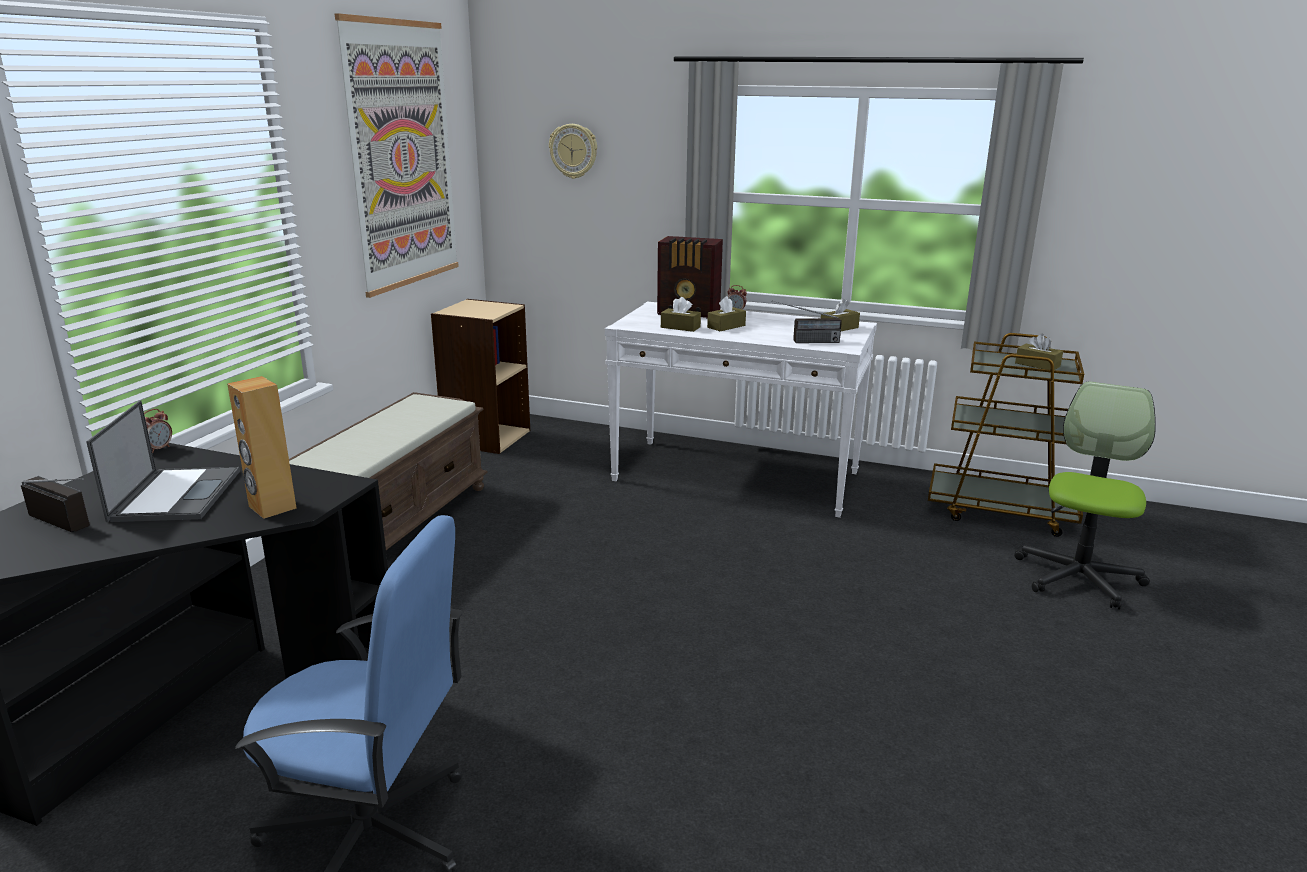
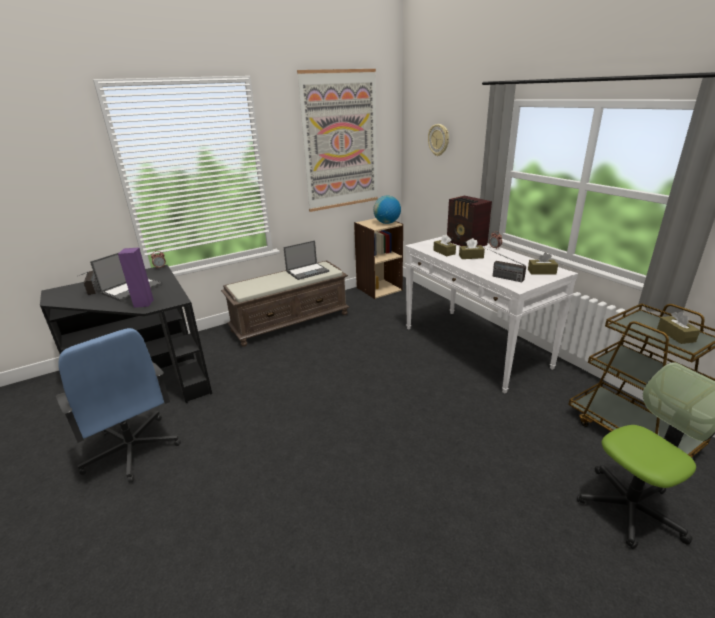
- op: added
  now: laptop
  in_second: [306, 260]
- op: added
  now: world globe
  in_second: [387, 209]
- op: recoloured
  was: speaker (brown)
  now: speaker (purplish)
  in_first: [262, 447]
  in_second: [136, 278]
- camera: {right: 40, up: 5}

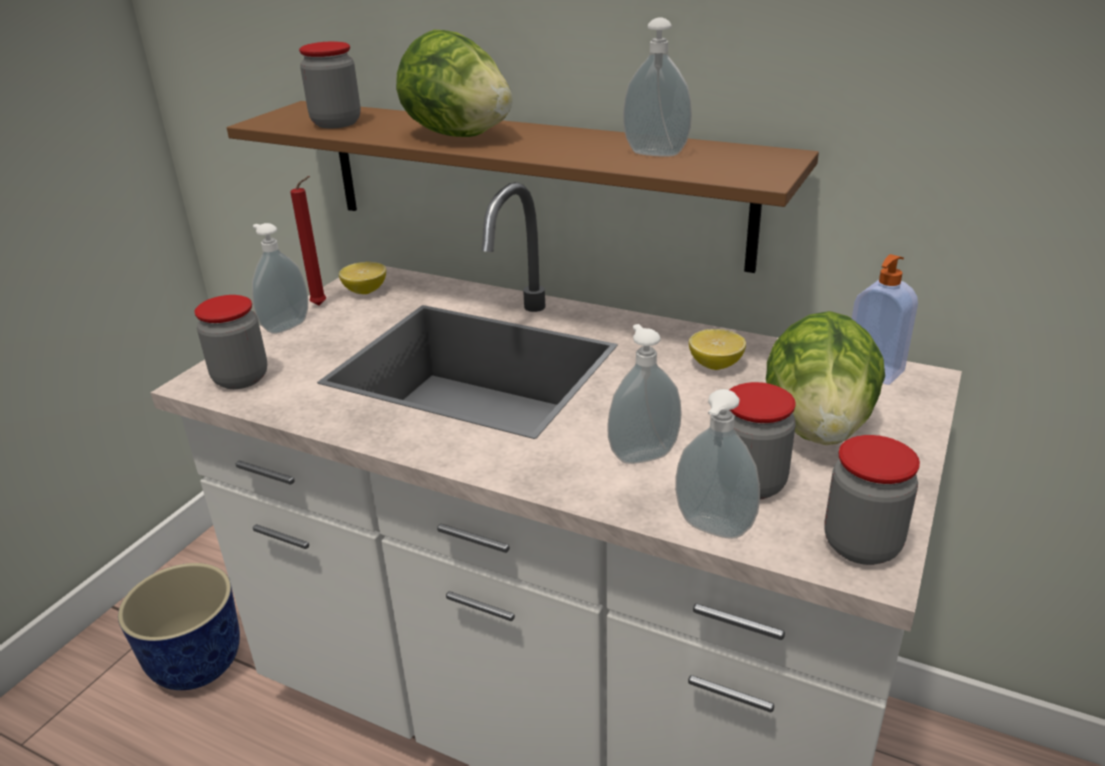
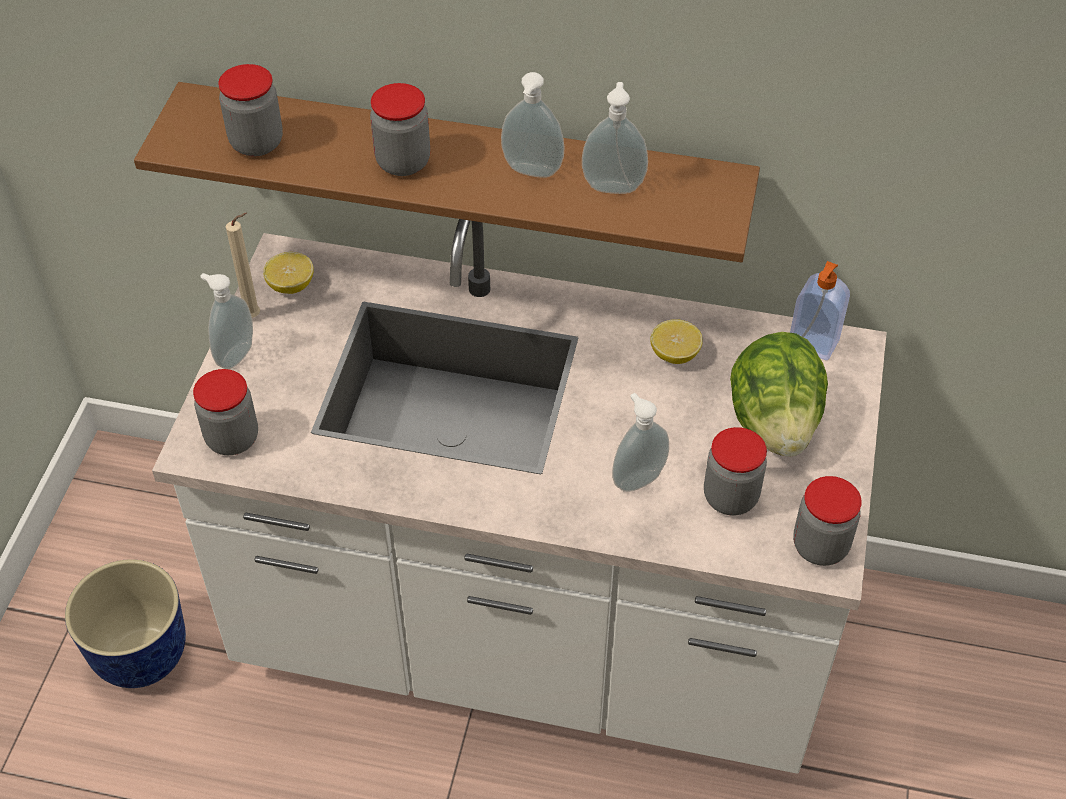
- op: moved
  was: liquid soap bottle
  in_first: [717, 464]
  in_second: [532, 125]
- op: replaced
  was: head of lettuce
  now: preserve jar
  in_first: [454, 83]
  in_second: [400, 129]
- op: recoloured
  was: wax candle (reddish)
  now: wax candle (beige)
  in_first: [308, 240]
  in_second: [243, 265]
- camera: {right: -15, up: 20}

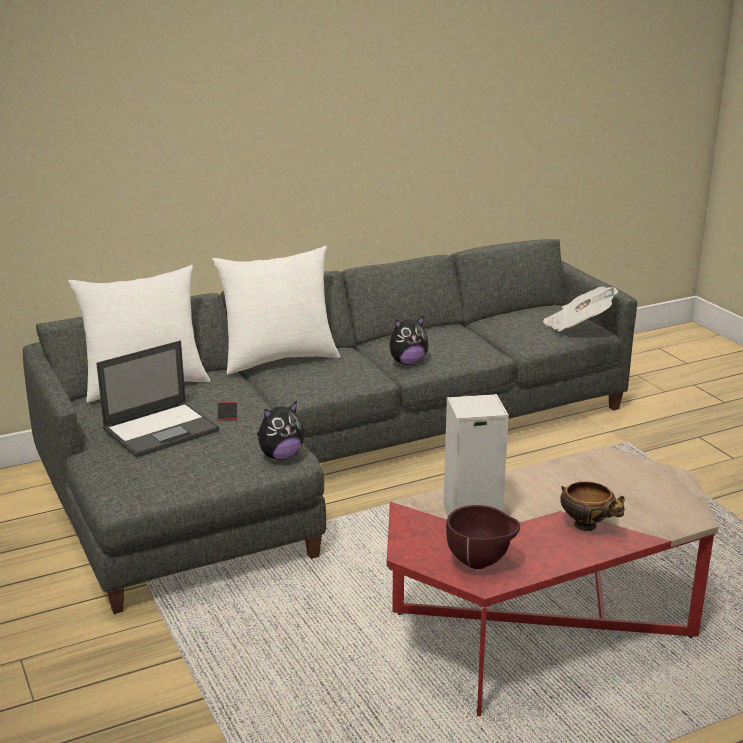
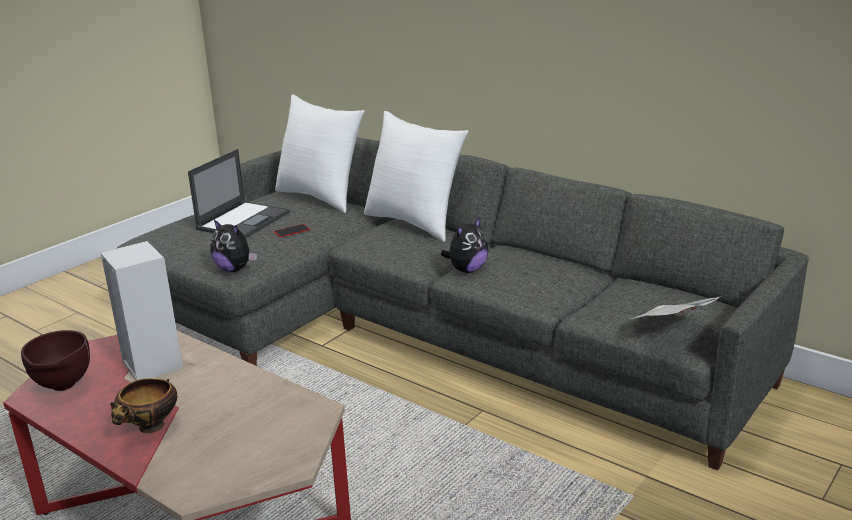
- op: turned
  was: laptop
  in_first: [158, 399]
  in_second: [239, 194]
  clockwise: -90
- op: turned
  was: cuddly toy
  in_first: [408, 340]
  in_second: [465, 245]
  clockwise: -90
- camera: {right: 65, up: 0}

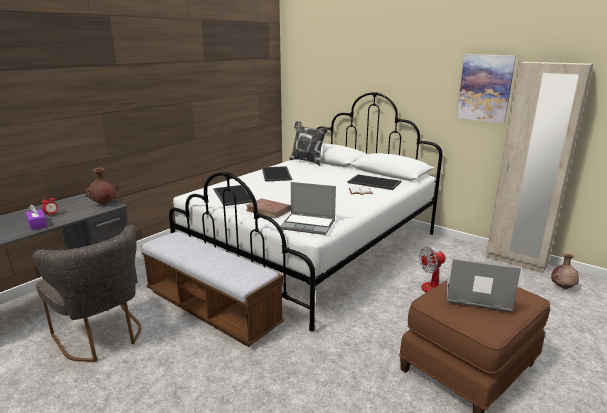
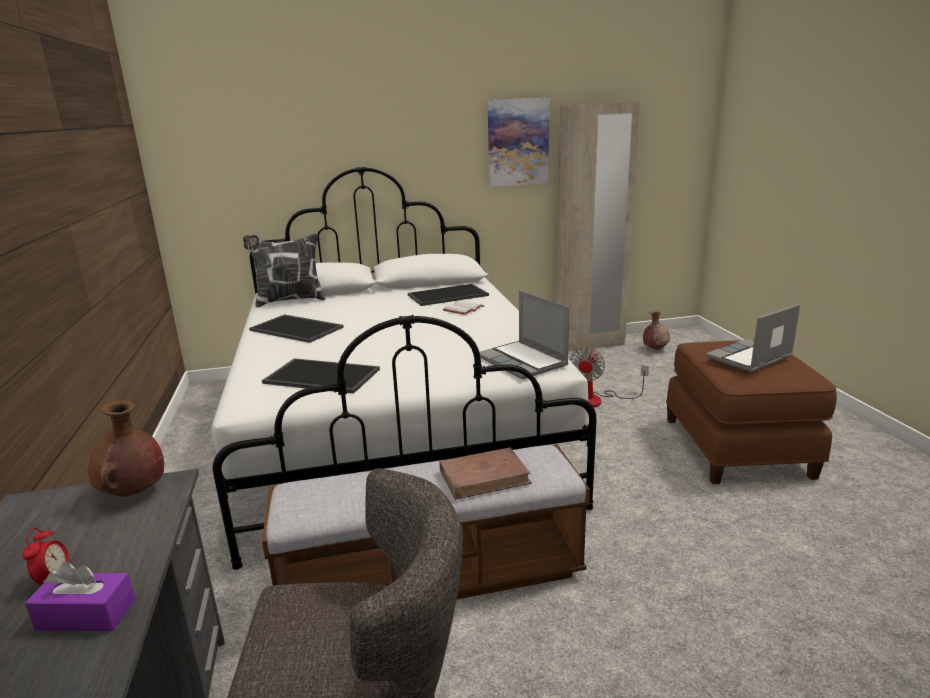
- op: moved
  was: volume (brown)
  in_first: [268, 208]
  in_second: [485, 473]
- op: turned
  was: laptop
  in_first: [308, 208]
  in_second: [524, 335]
  clockwise: 90
- camera: {right: -50, up: 0}

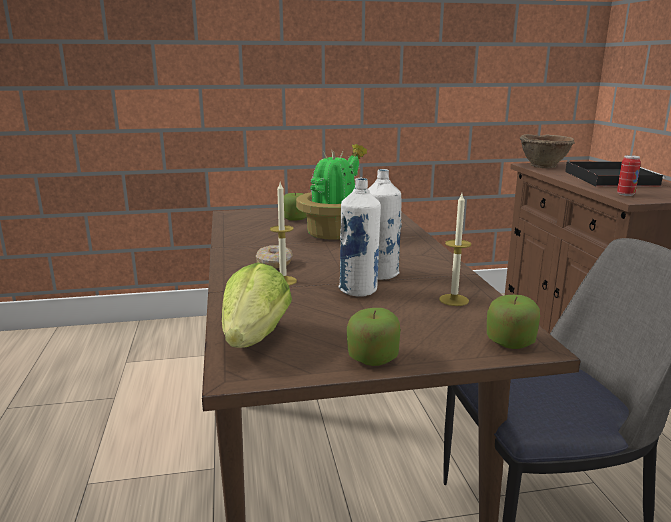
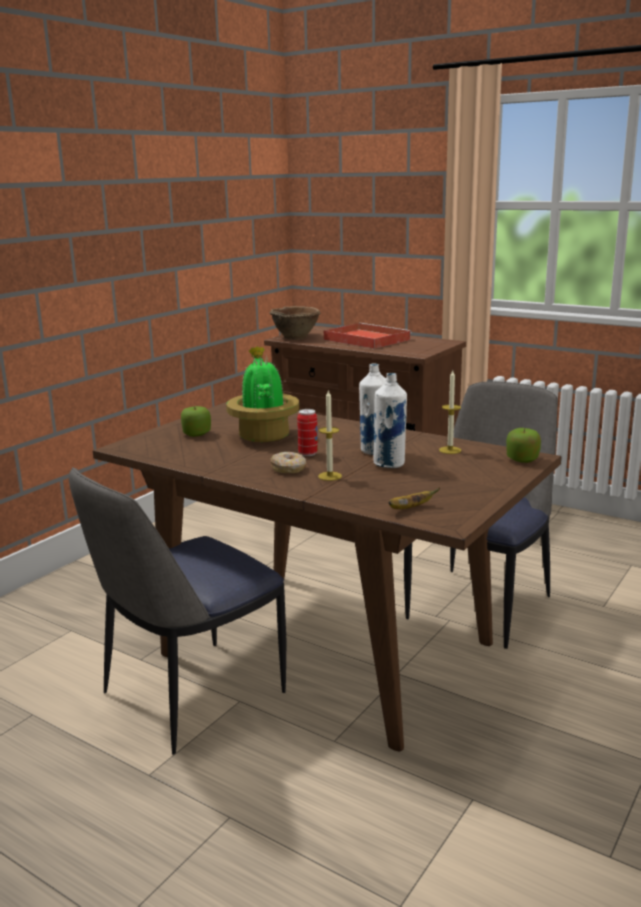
- op: removed
  was: apple fruit
  in_first: [374, 337]
- op: added
  now: upright chair
  in_second: [177, 611]
- op: moved
  was: sealed can
  in_first: [629, 175]
  in_second: [307, 432]
- op: replaced
  was: head of lettuce
  now: banana
  in_first: [257, 305]
  in_second: [414, 498]
- op: recoloured
  was: tray (blackish)
  now: tray (reddish)
  in_first: [615, 174]
  in_second: [368, 336]
- camera: {right: -45, up: 0}

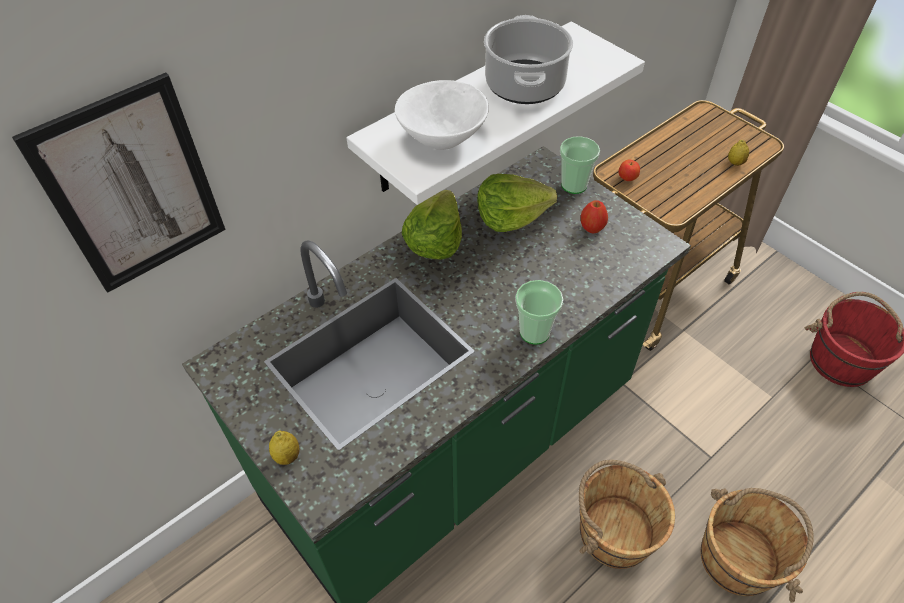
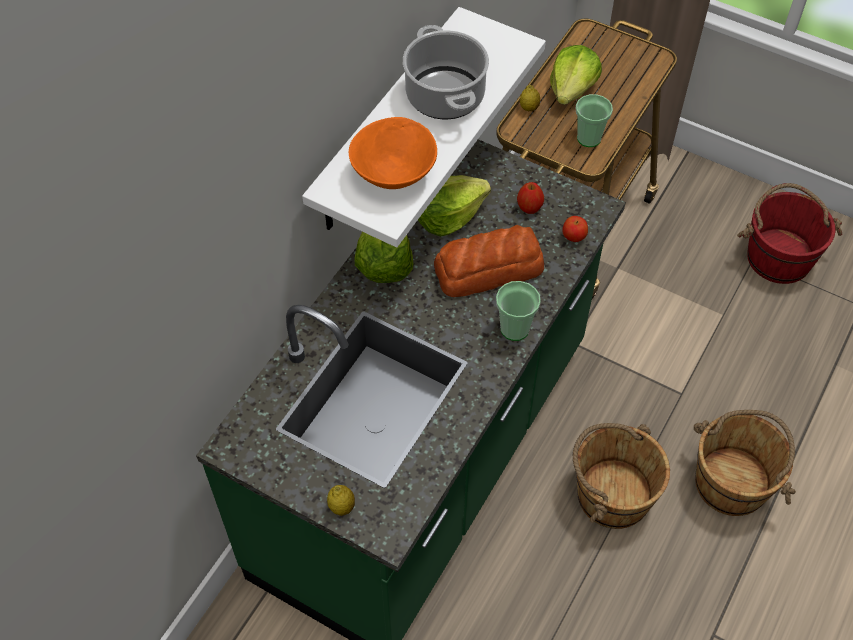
- op: removed
  was: picture
  in_first: [119, 183]
- op: added
  now: bread
  in_second: [489, 261]
- op: added
  now: head of lettuce
  in_second: [576, 75]
- op: moved
  was: drinking cup
  in_first: [580, 165]
  in_second: [594, 120]
- op: moved
  was: apple fruit
  in_first: [629, 170]
  in_second: [575, 229]
- op: moved
  was: lemon
  in_first: [738, 153]
  in_second: [530, 98]
- op: recoloured
  was: serving bowl (white-coloured)
  now: serving bowl (orange)
  in_first: [442, 115]
  in_second: [393, 153]
- camera: {right: -20, up: 5}

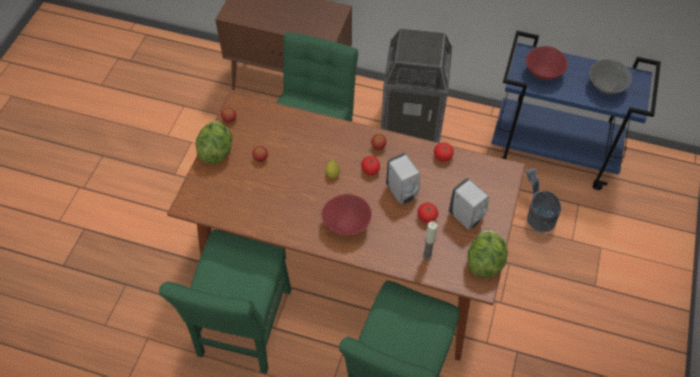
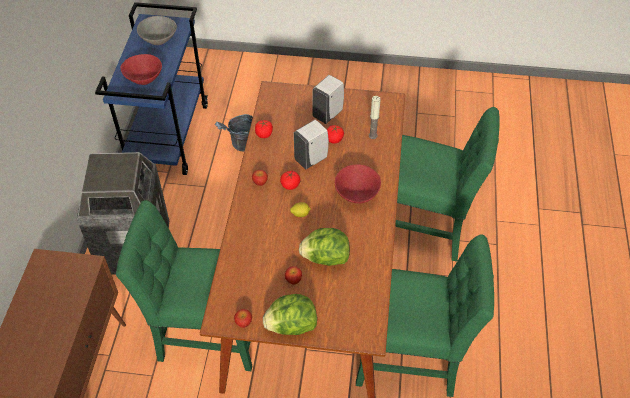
- op: moved
  was: head of lettuce
  in_first: [488, 253]
  in_second: [324, 247]
- camera: {right: -100, up: -5}

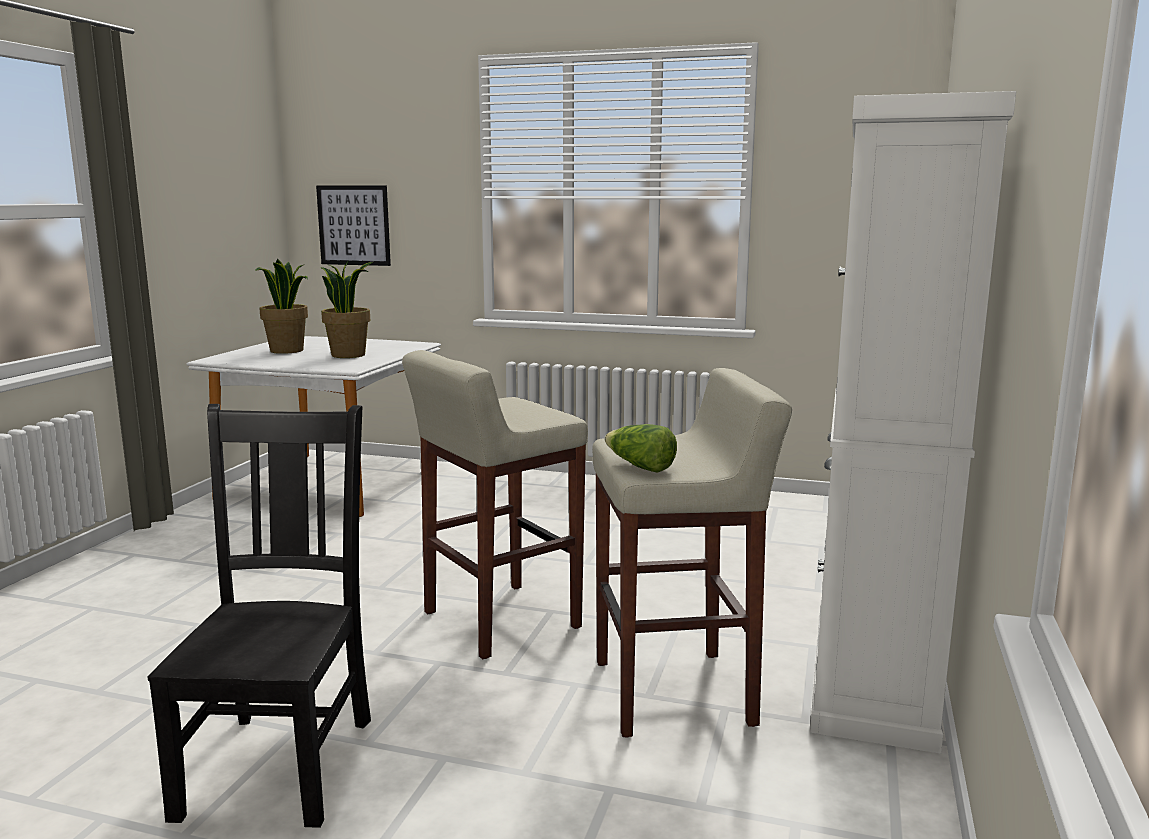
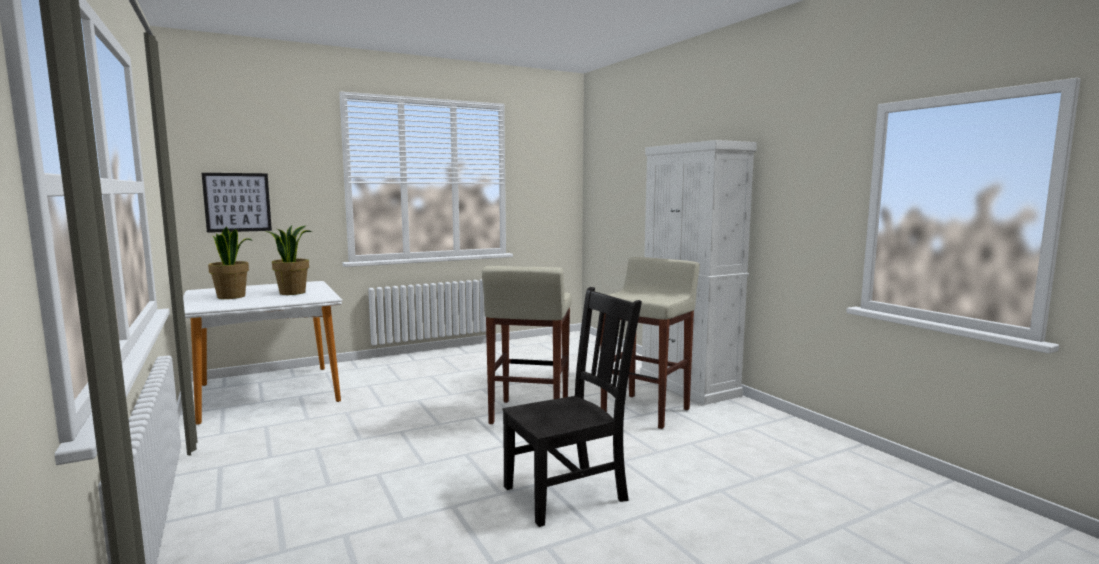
- op: removed
  was: head of lettuce
  in_first: [641, 448]
- op: turned
  was: upright chair (blackish)
  in_first: [259, 616]
  in_second: [572, 407]
  clockwise: 105
- camera: {right: -45, up: -5}

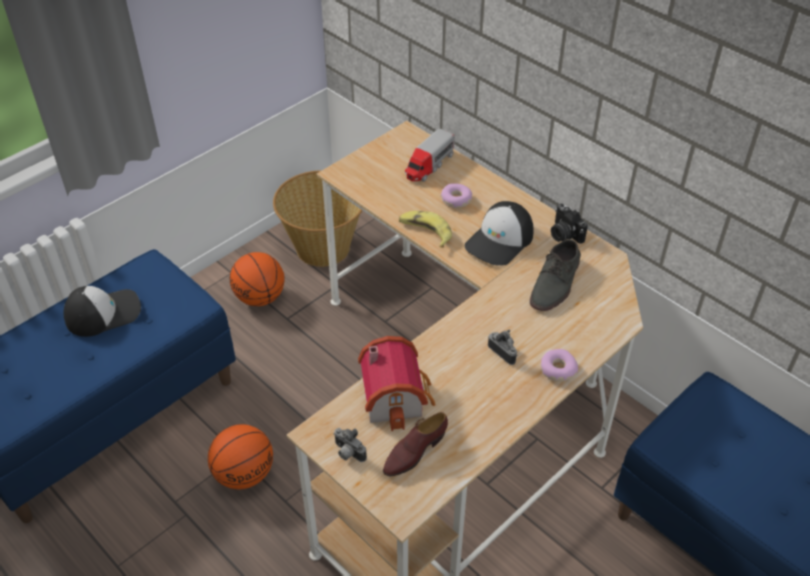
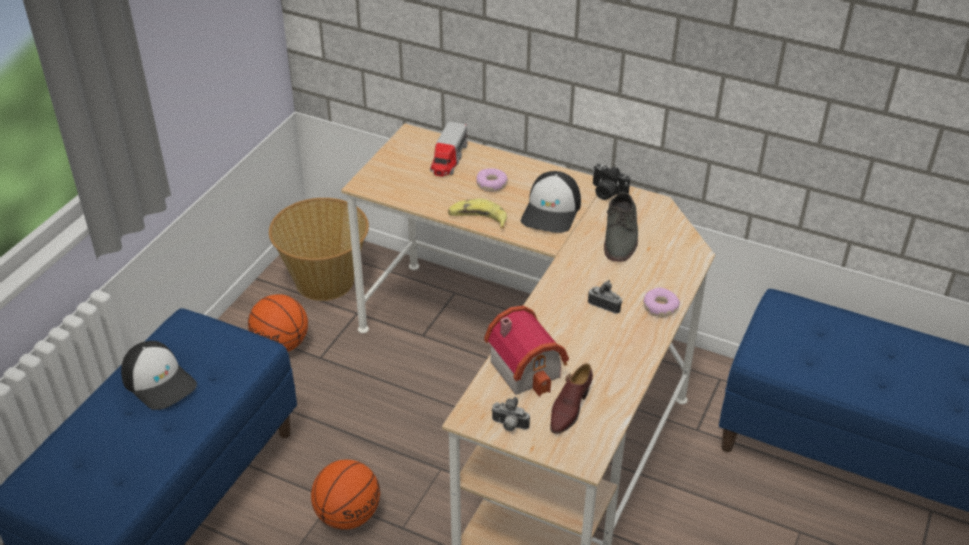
- op: turned
  was: baseball cap
  in_first: [102, 311]
  in_second: [159, 375]
  clockwise: 90
- camera: {right: -20, up: -5}

